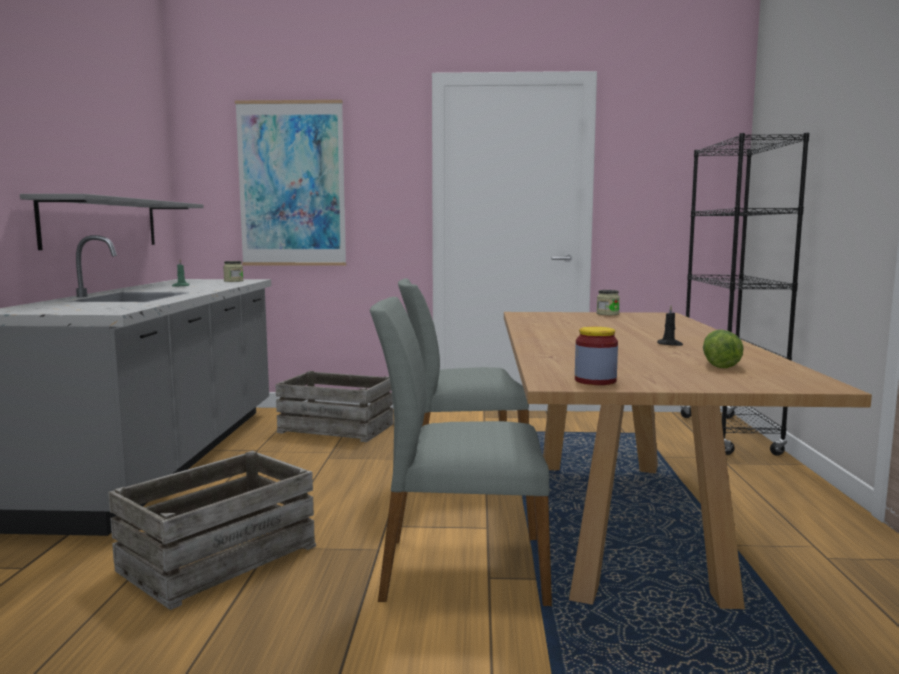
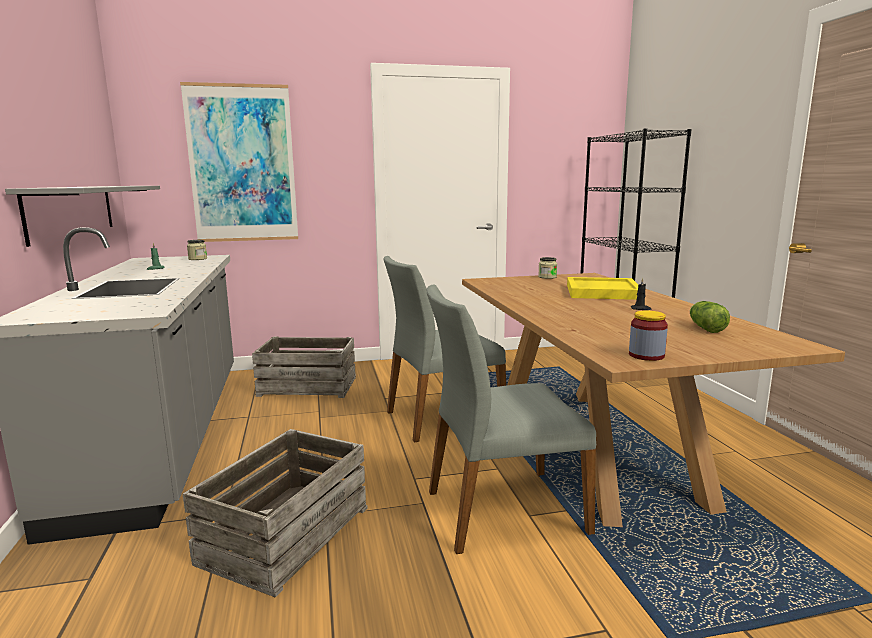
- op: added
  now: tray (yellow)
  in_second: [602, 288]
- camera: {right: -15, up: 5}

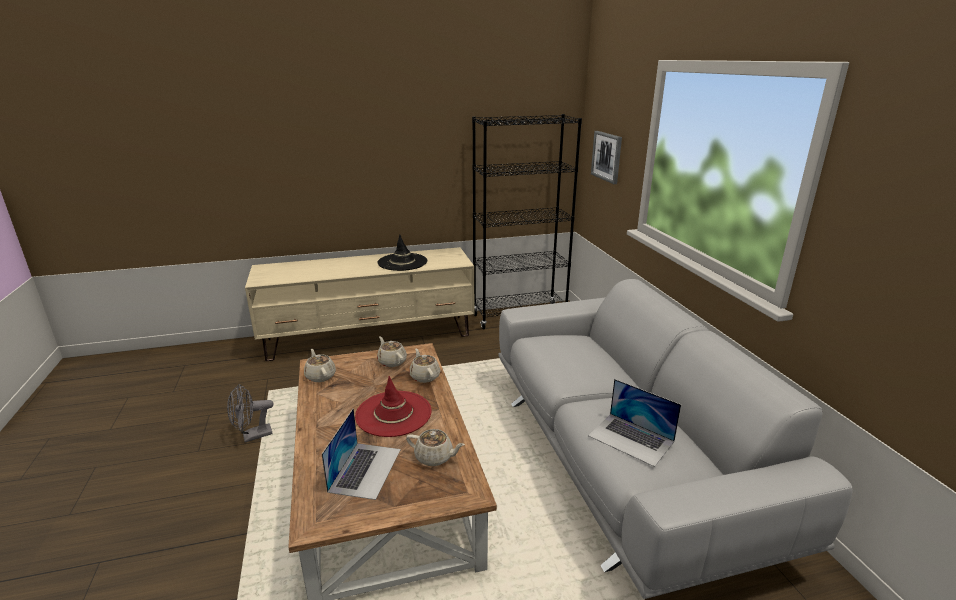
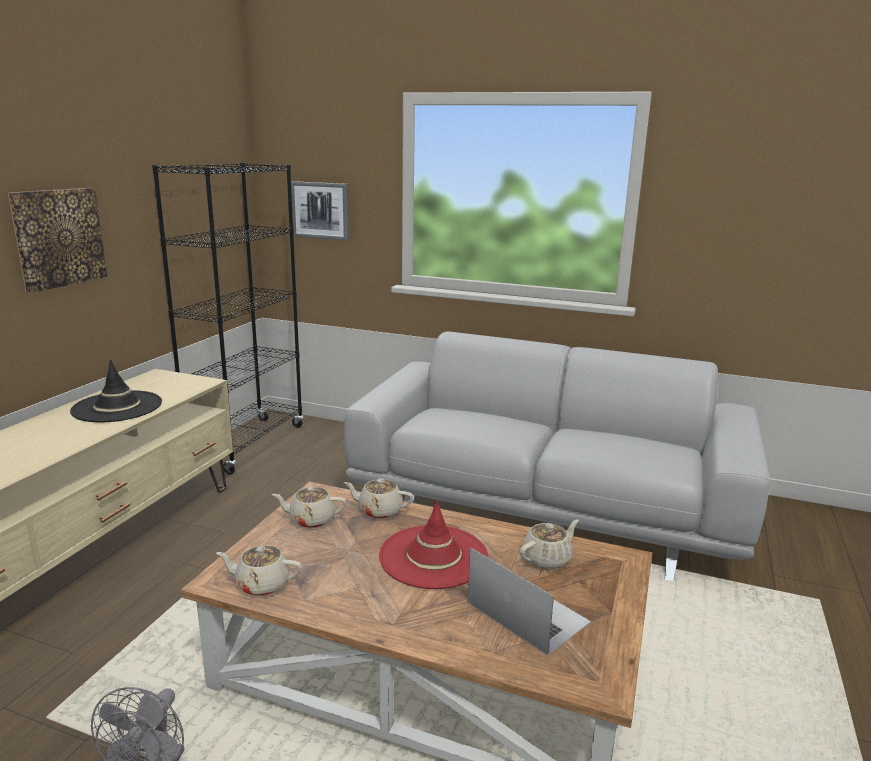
- op: removed
  was: laptop
  in_first: [634, 423]
- op: added
  now: picture
  in_second: [57, 240]
- camera: {right: -55, up: -5}

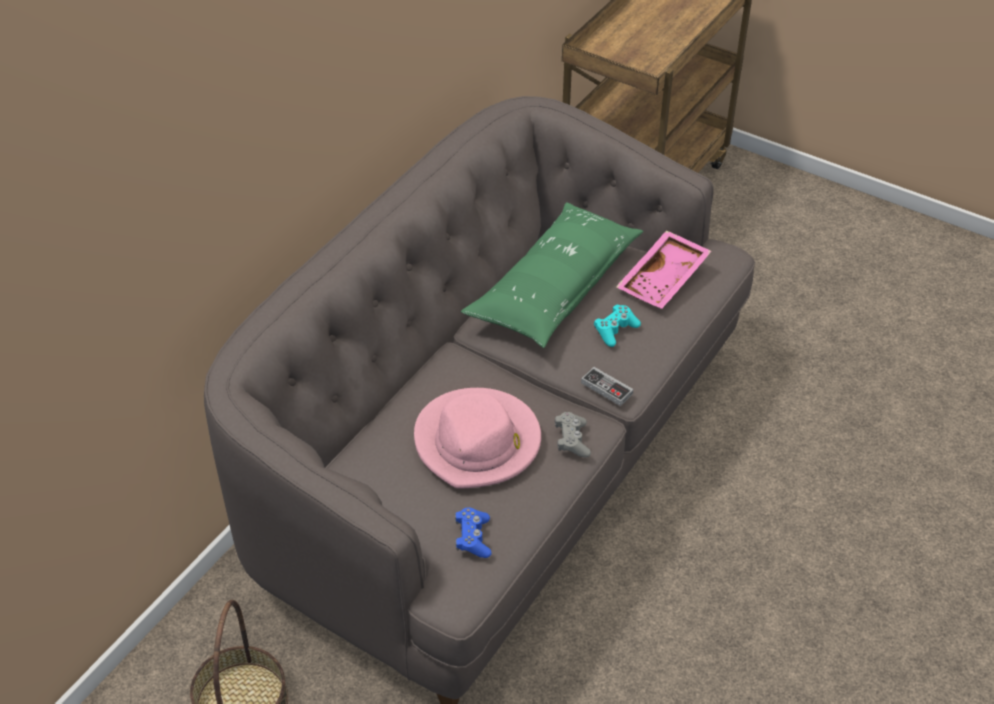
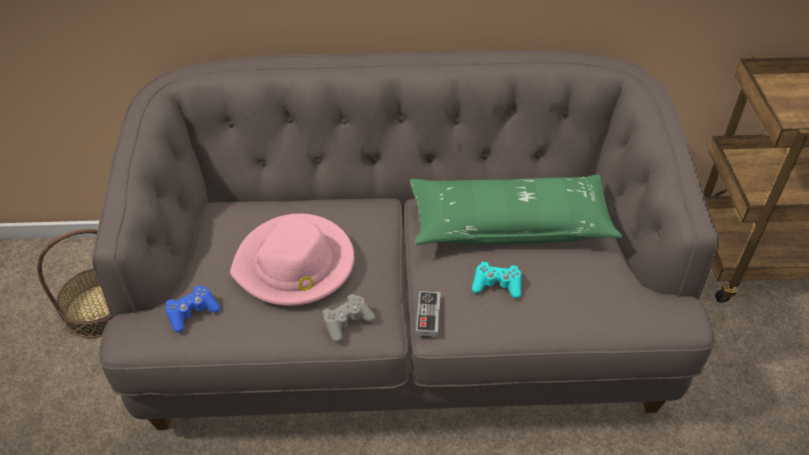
- op: removed
  was: tray (pink)
  in_first: [664, 269]
- camera: {right: 55, up: 0}

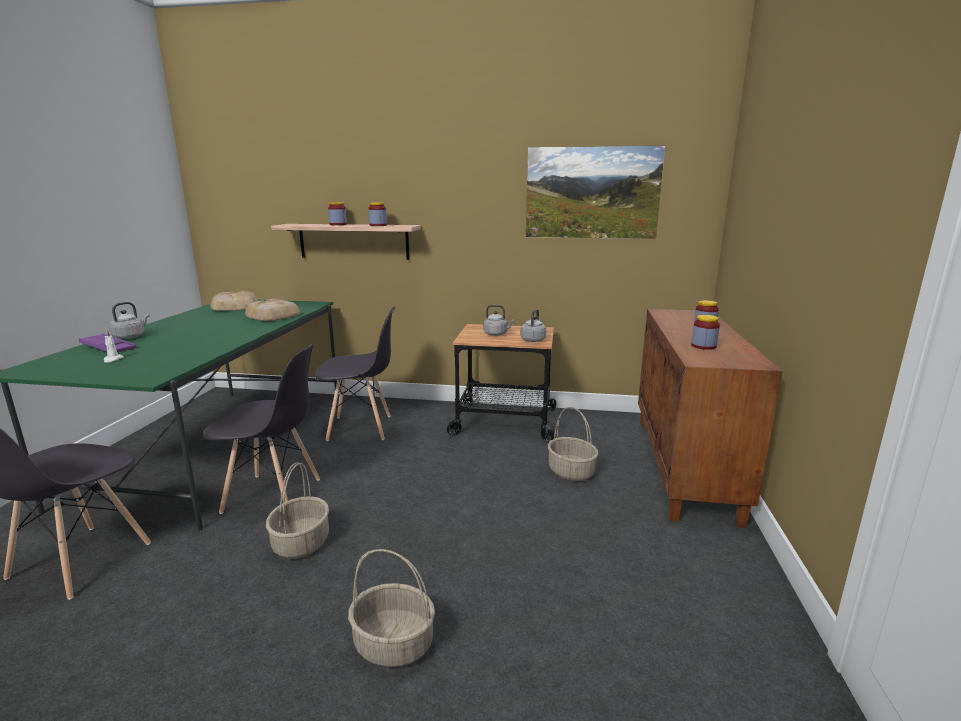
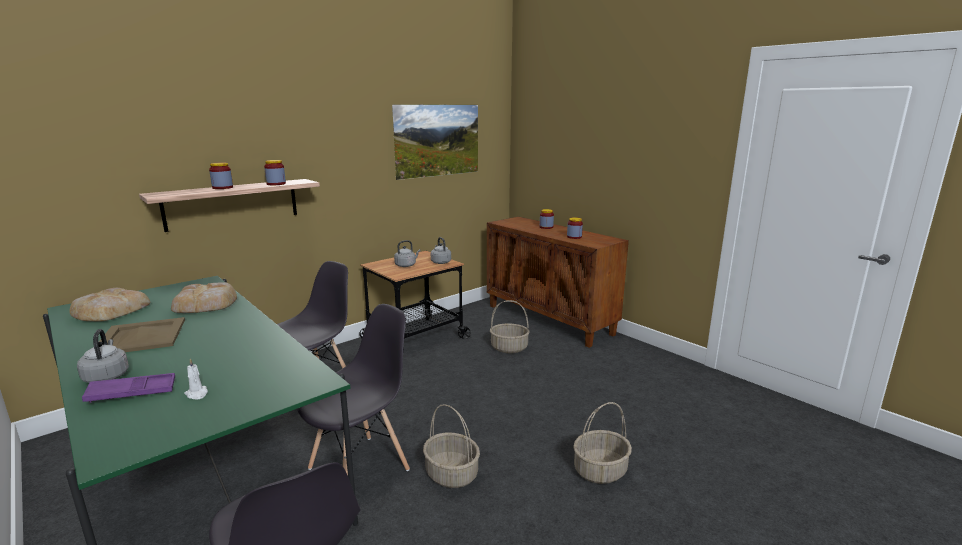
- op: added
  now: tray (beige)
  in_second: [142, 334]
- camera: {right: -50, up: 0}

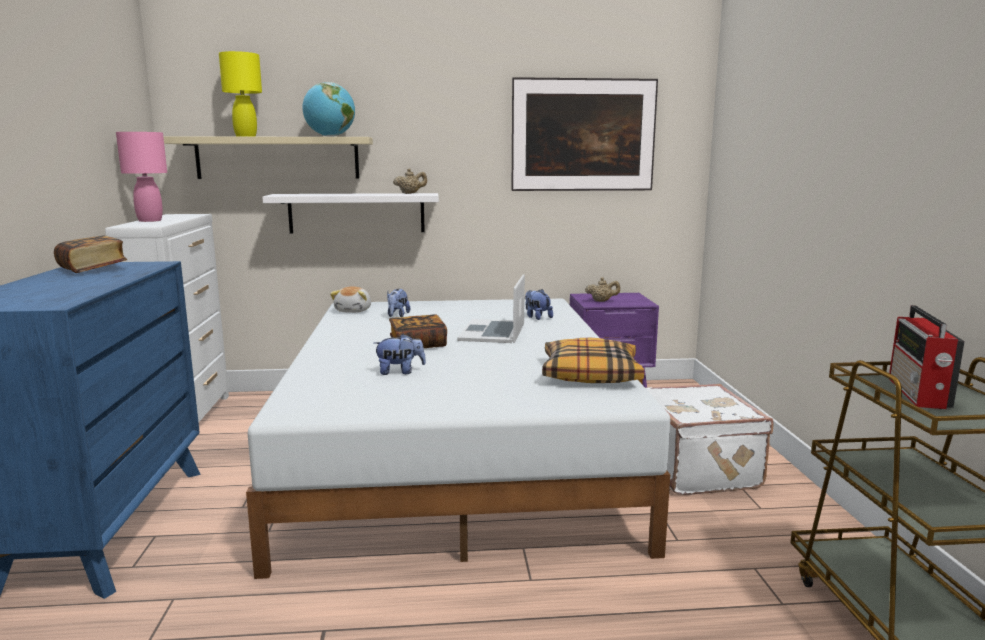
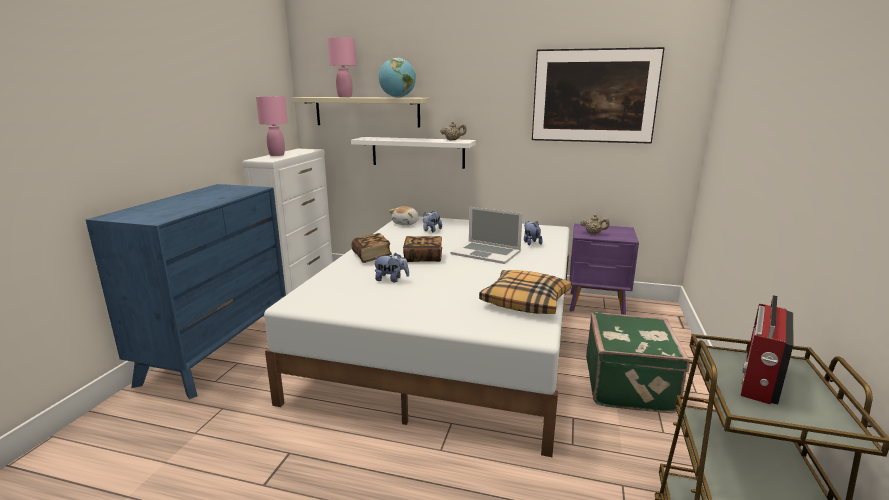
- op: moved
  was: volume
  in_first: [90, 254]
  in_second: [371, 248]
- op: recoloured
  was: table lamp (yellow)
  now: table lamp (pink)
  in_first: [240, 94]
  in_second: [342, 67]
- op: recoloured
  was: suitcase (white-coloured)
  now: suitcase (green)
  in_first: [709, 439]
  in_second: [638, 362]
- op: turned
  was: laptop
  in_first: [491, 308]
  in_second: [487, 235]
  clockwise: -90
- camera: {right: 20, up: 5}

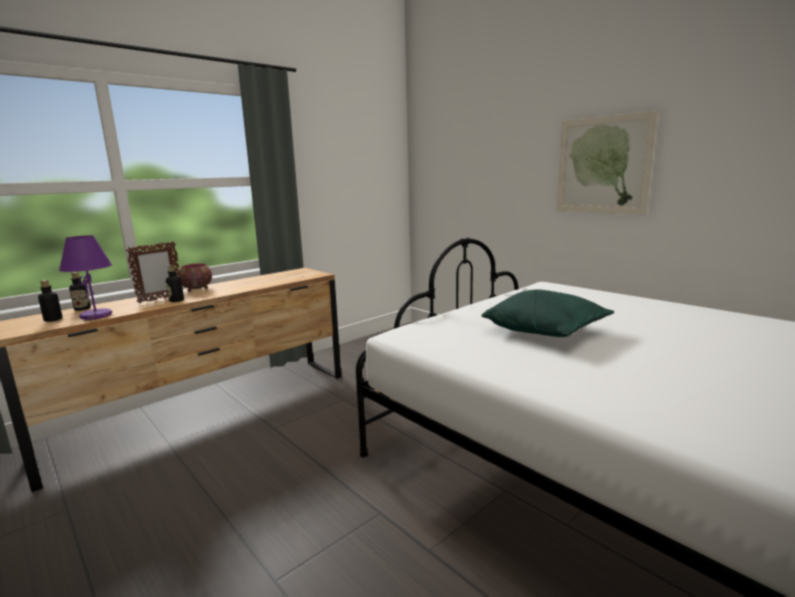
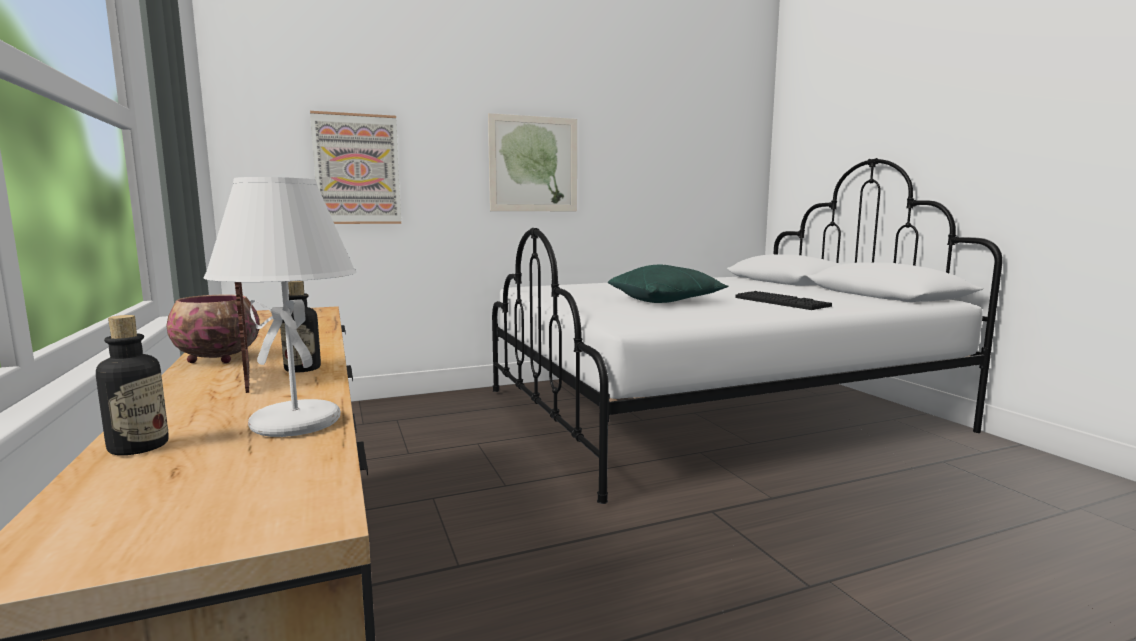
- op: removed
  was: bottle
  in_first: [50, 301]
- op: added
  now: picture
  in_second: [355, 167]
- op: added
  now: PC keyboard
  in_second: [784, 300]
- op: recoloured
  was: table lamp (purplish)
  now: table lamp (white-coloured)
  in_first: [85, 277]
  in_second: [280, 307]
- camera: {right: -70, up: -5}

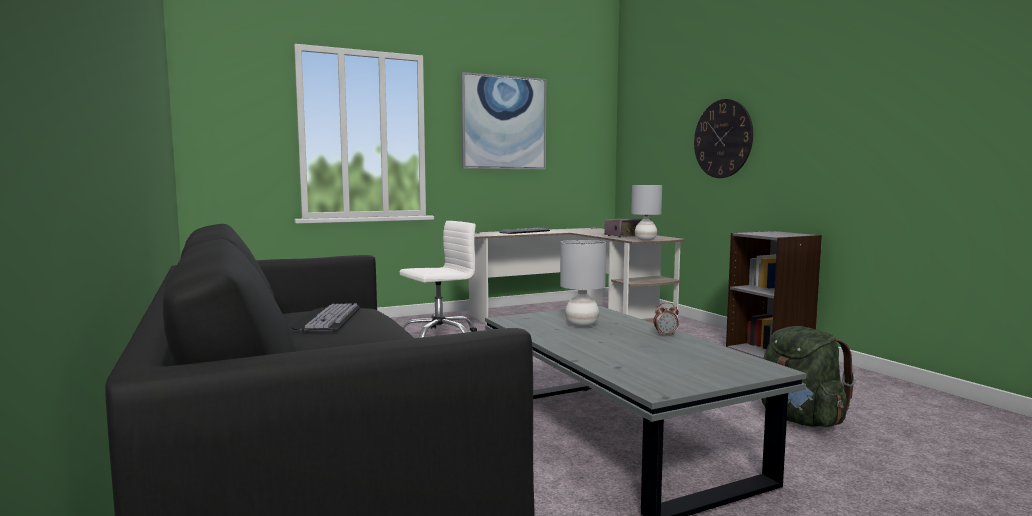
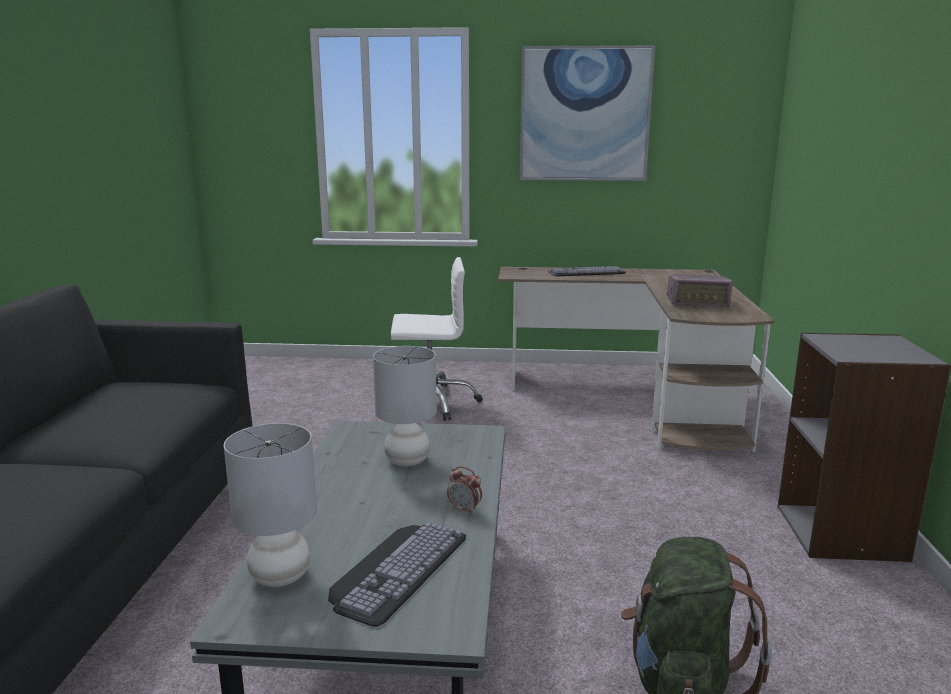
- op: removed
  was: wall clock
  in_first: [723, 138]
- op: moved
  was: PC keyboard
  in_first: [325, 318]
  in_second: [397, 574]
- op: moved
  was: table lamp (gray)
  in_first: [646, 213]
  in_second: [270, 505]
- camera: {right: 30, up: 10}

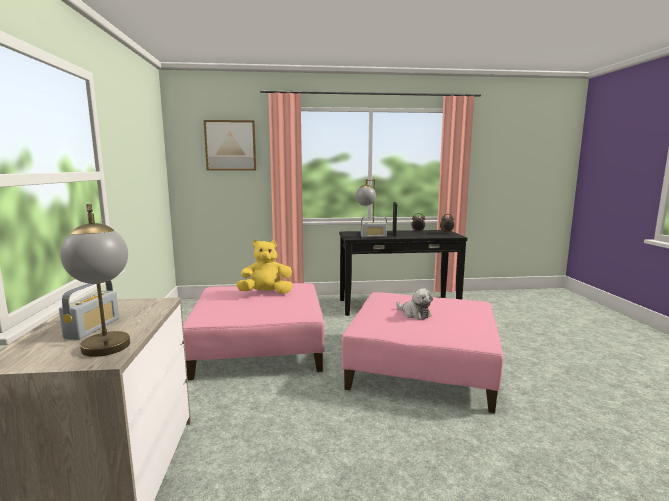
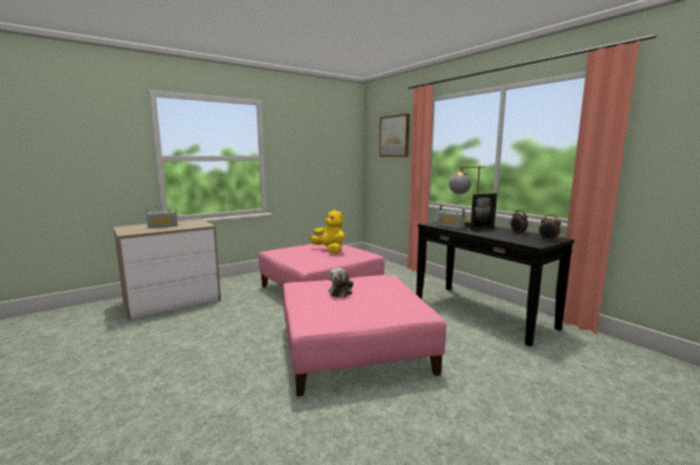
- op: removed
  was: table lamp
  in_first: [95, 280]
- camera: {right: 60, up: 0}

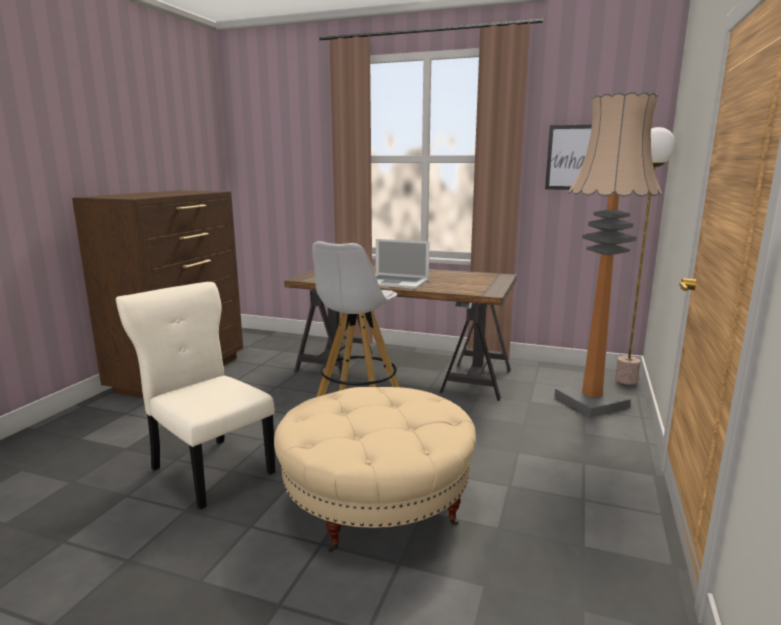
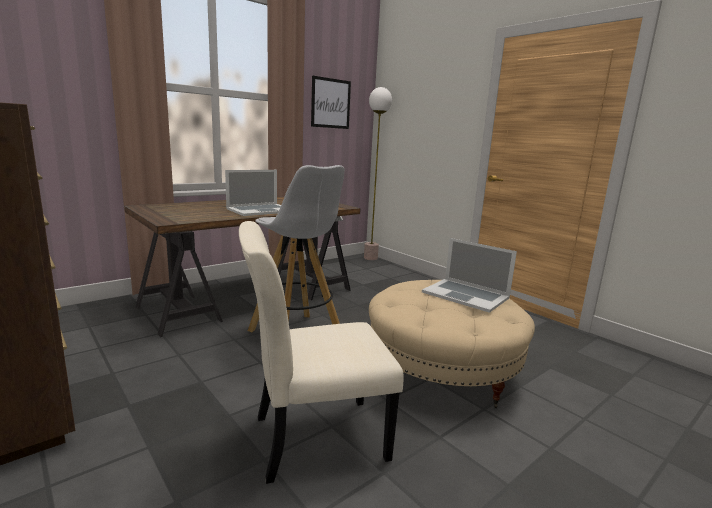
- op: removed
  was: standing lamp
  in_first: [608, 254]
- op: added
  now: laptop
  in_second: [469, 275]
- camera: {right: -60, up: 0}

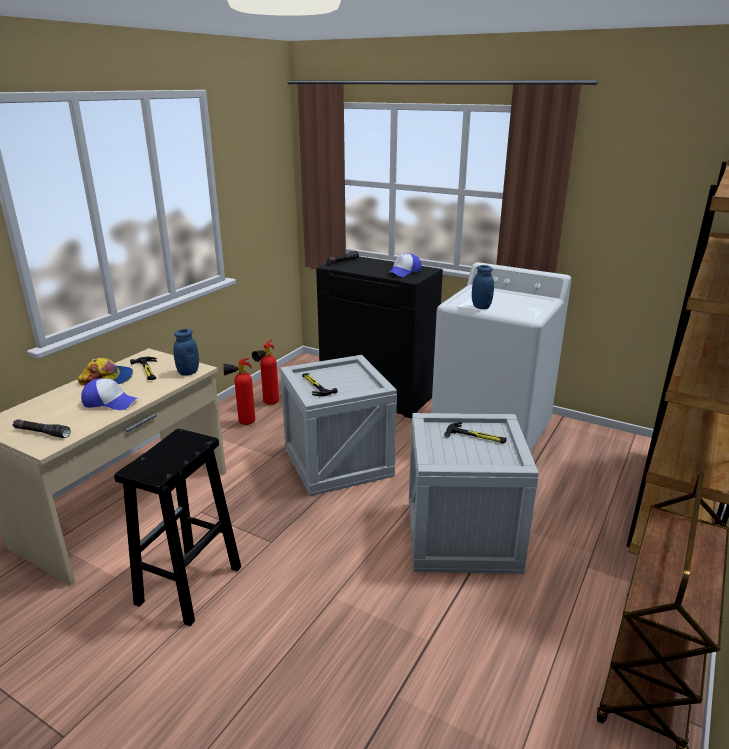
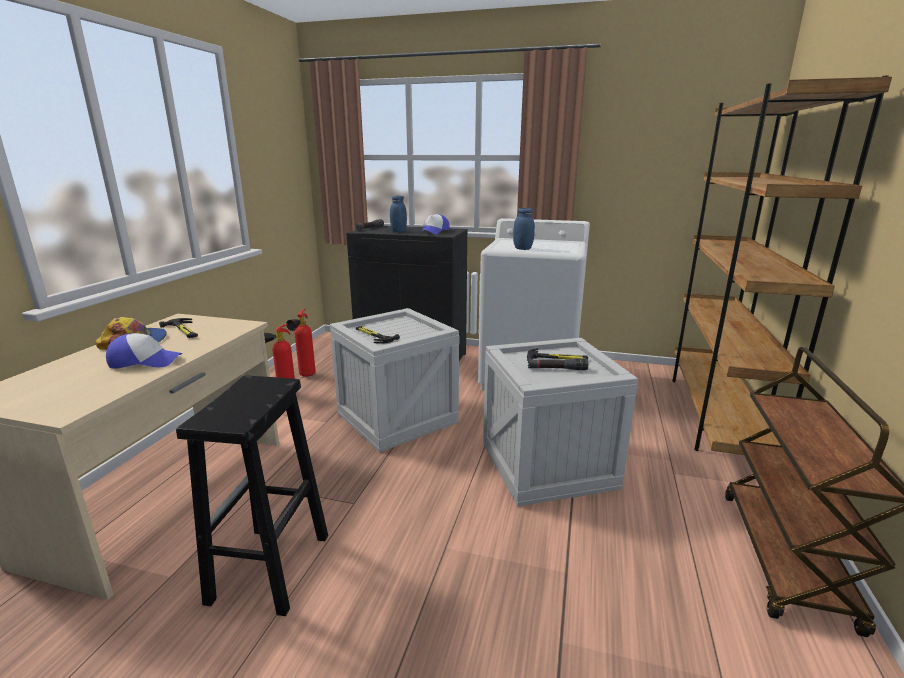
- op: moved
  was: flashlight (blackish)
  in_first: [41, 428]
  in_second: [558, 364]
- op: moved
  was: preserve jar (bluish)
  in_first: [186, 352]
  in_second: [398, 214]
- camera: {right: -15, up: -5}

